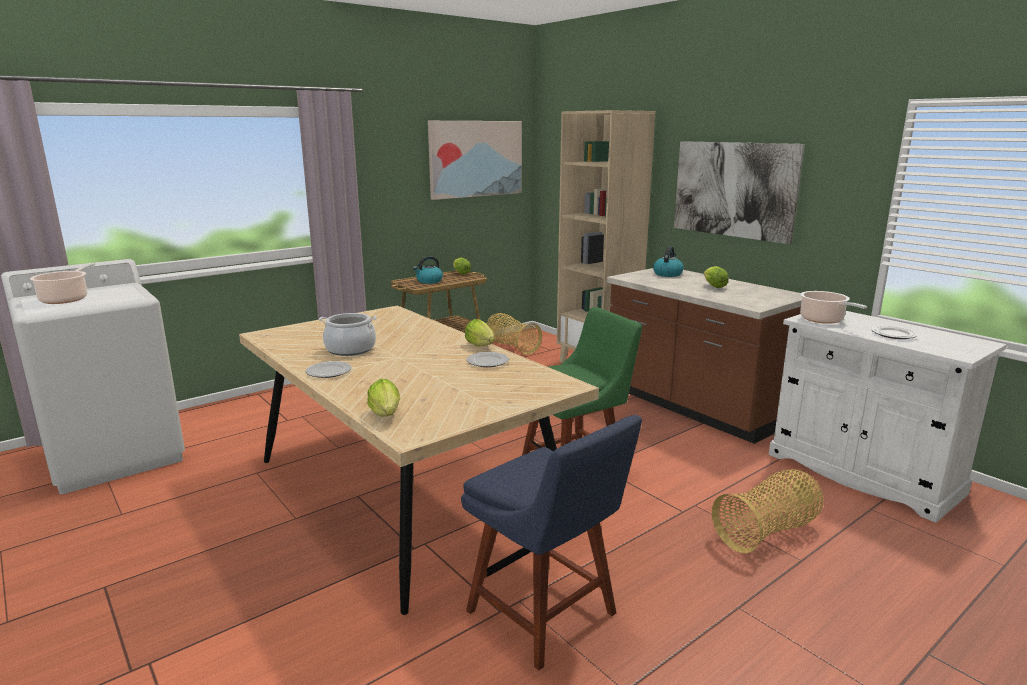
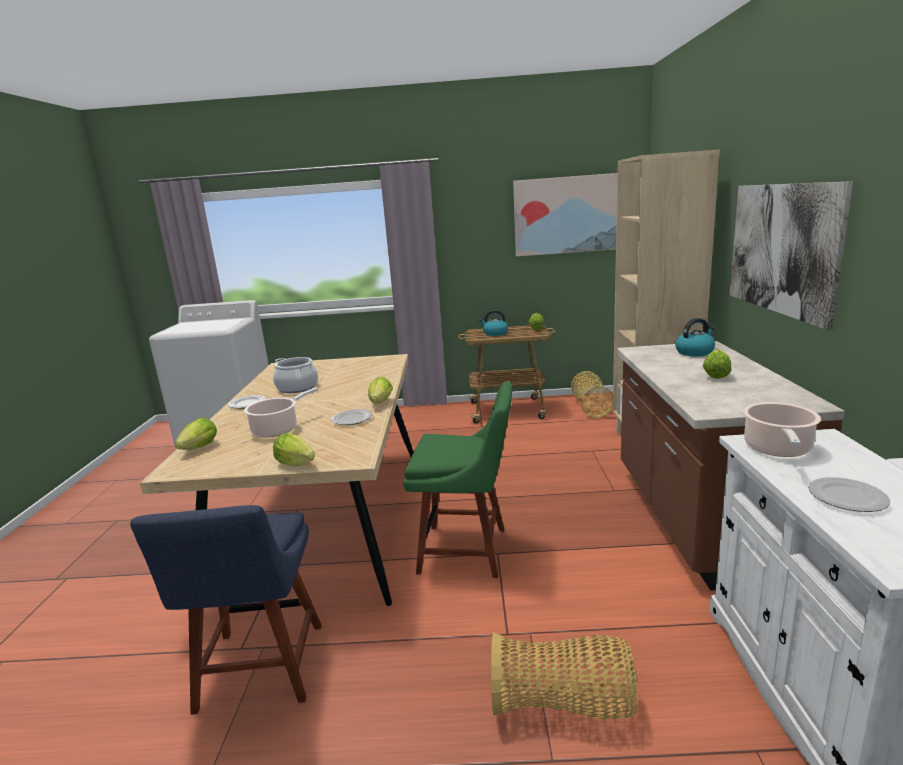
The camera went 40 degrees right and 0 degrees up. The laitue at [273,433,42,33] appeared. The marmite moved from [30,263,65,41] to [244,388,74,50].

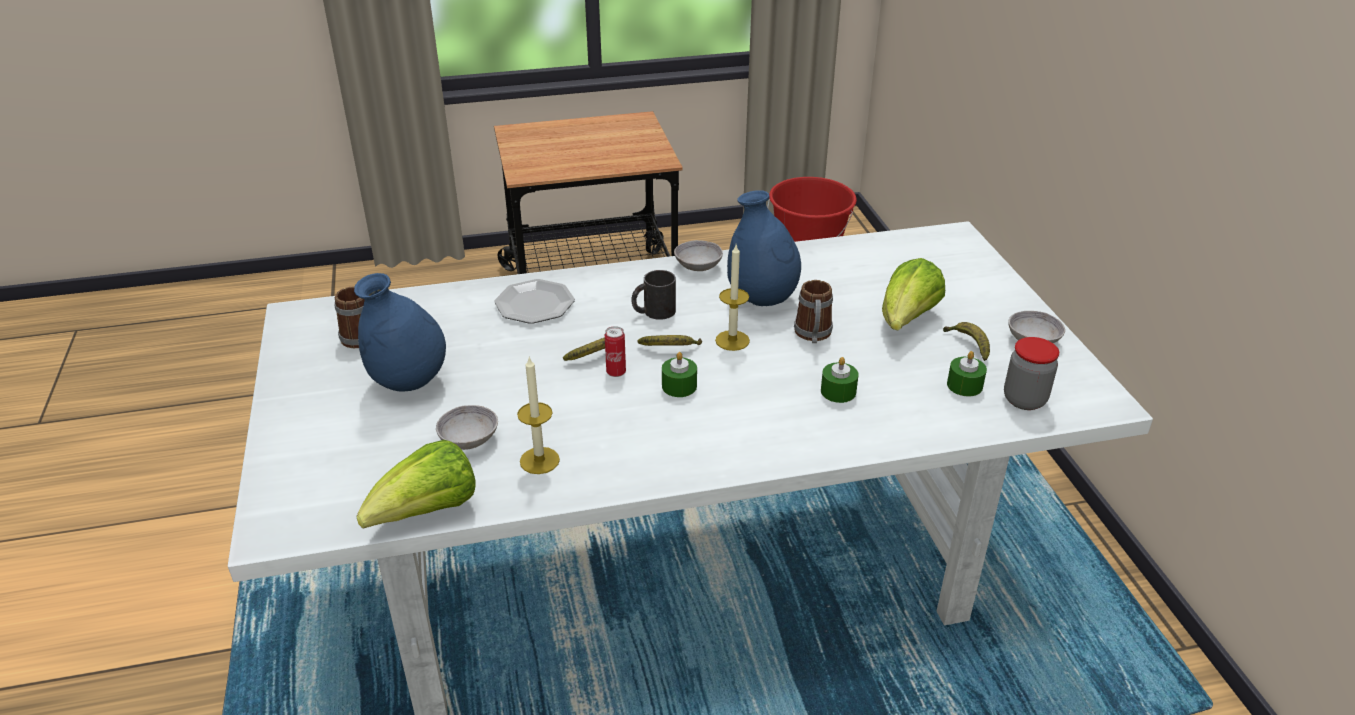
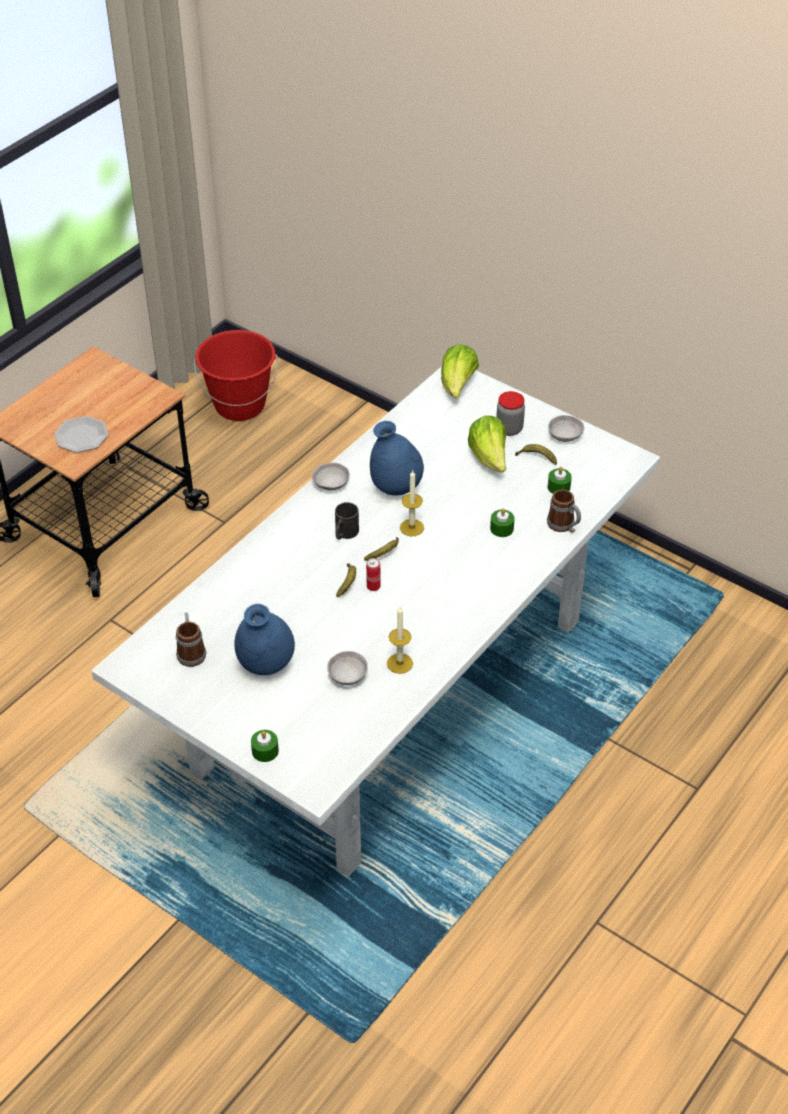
The camera went 40 degrees left and 10 degrees up. The laitue moved from [356,440,120,88] to [441,344,38,54]. The assiette moved from [494,279,81,45] to [54,416,55,37]. The bougie (vert) moved from [662,352,35,45] to [251,730,28,32]. The mug moved from [794,280,39,63] to [547,490,34,43]. The bocal moved from [1004,337,55,73] to [496,391,29,45].

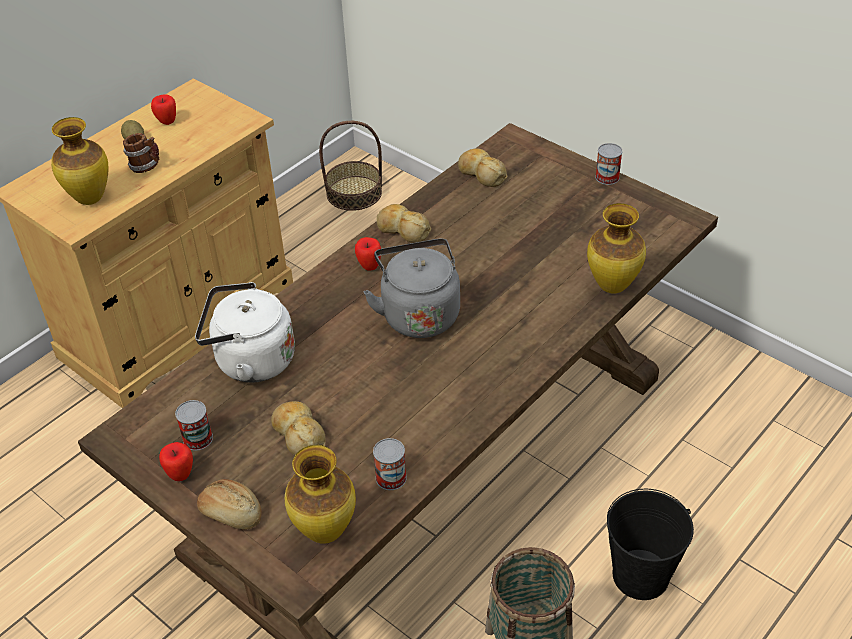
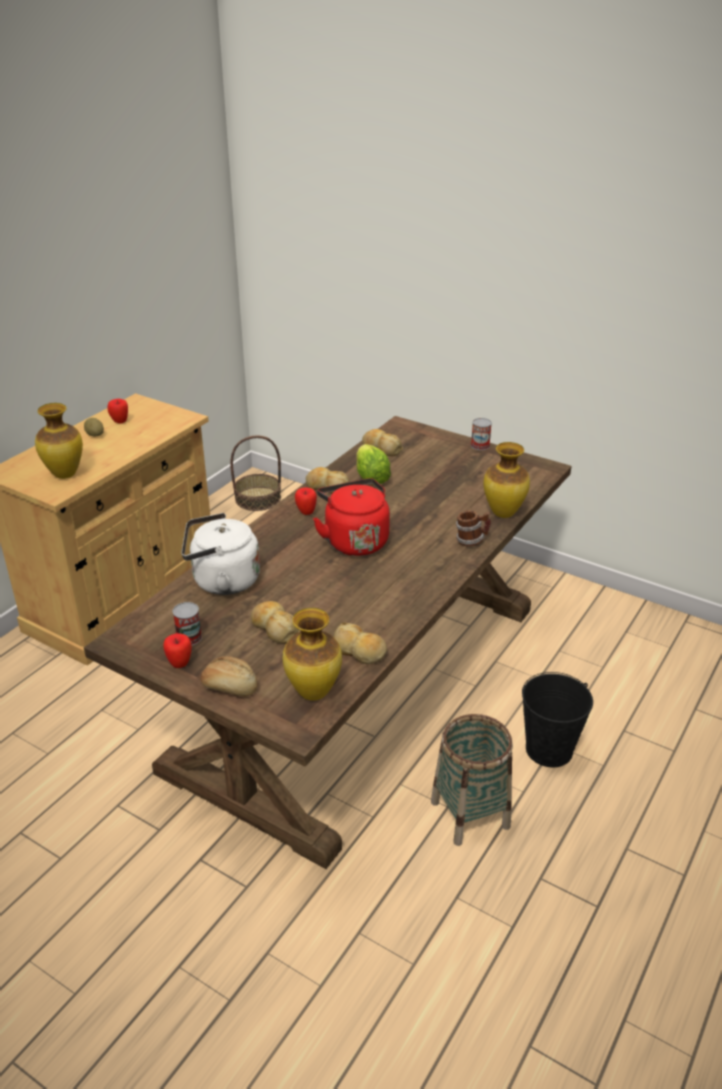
The camera went 10 degrees left and 10 degrees down. The laitue at [356,444,35,41] appeared. The mug moved from [123,133,37,40] to [456,510,35,36]. The boîte métallique at [373,438,34,52] was replaced by the pain at [334,622,53,42]. The bouilloire (gris) at [363,239,97,99] became the bouilloire (rouge) at [313,479,77,77].

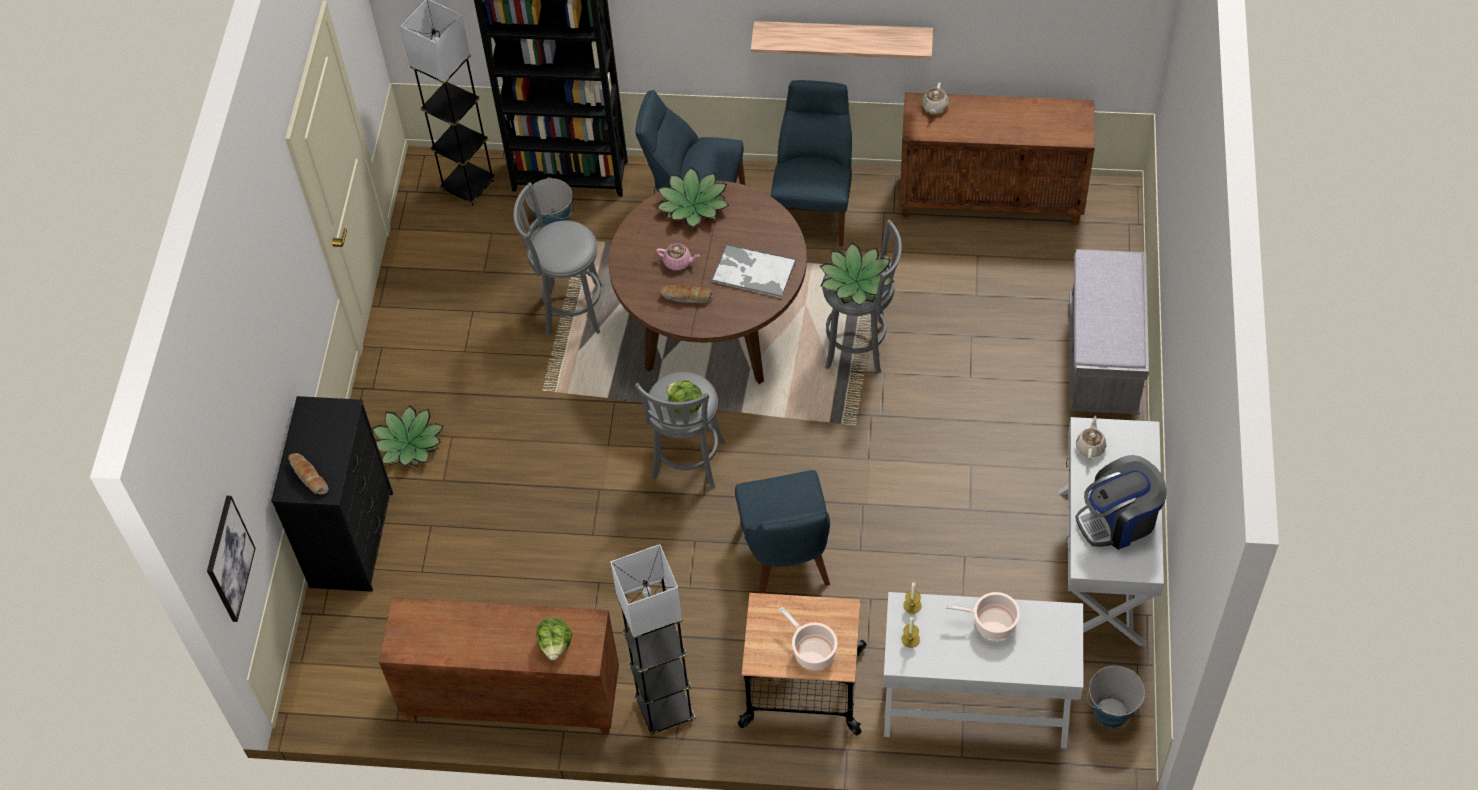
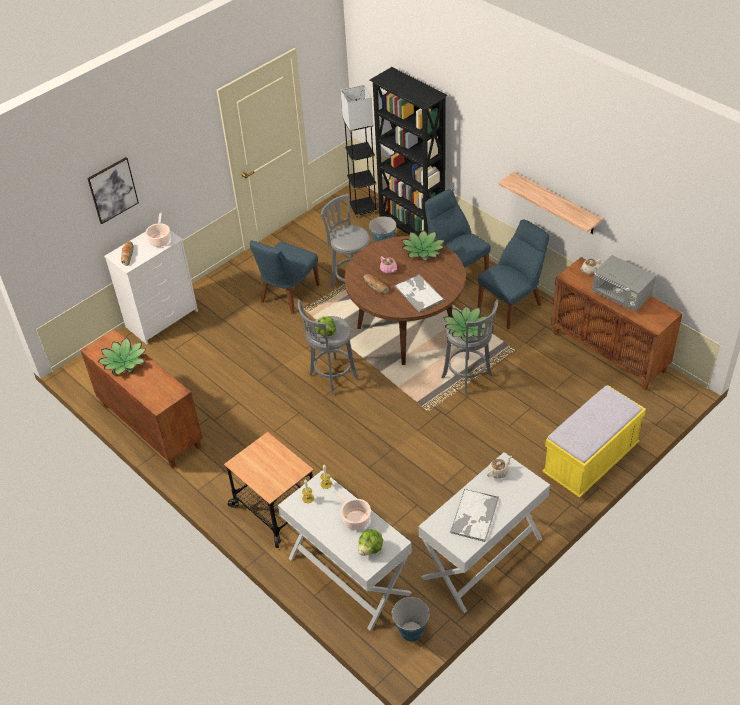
The camera went 40 degrees right and 10 degrees down. The lampadaire (gris) at [610,544,85,191] disappeared. The micro-ondes (gris) at [592,255,64,57] appeared. The tableau moved from [207,496,49,126] to [87,157,52,67]. The plante en pot moved from [372,405,72,61] to [97,337,49,38]. The laitue moved from [537,618,35,42] to [358,529,25,26]. The chaise (bleu) moved from [735,470,95,124] to [249,240,71,74]. The marmite moved from [779,607,58,63] to [145,213,25,34]. The machine à café at [1075,455,91,95] was replaced by the plateau at [450,489,49,53]. The commode (noir) at [271,396,122,196] became the commode (blanc) at [104,230,94,114]. The banc (gris) at [1069,249,80,165] became the banc (jaune) at [542,385,104,113].

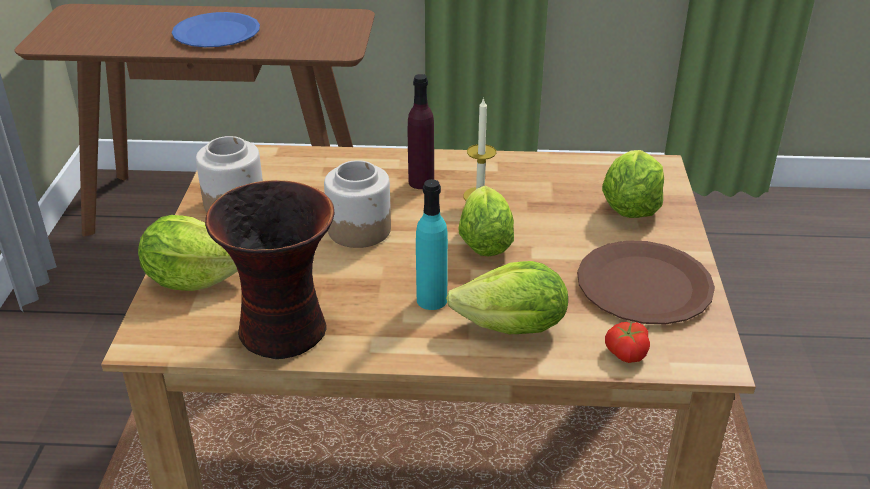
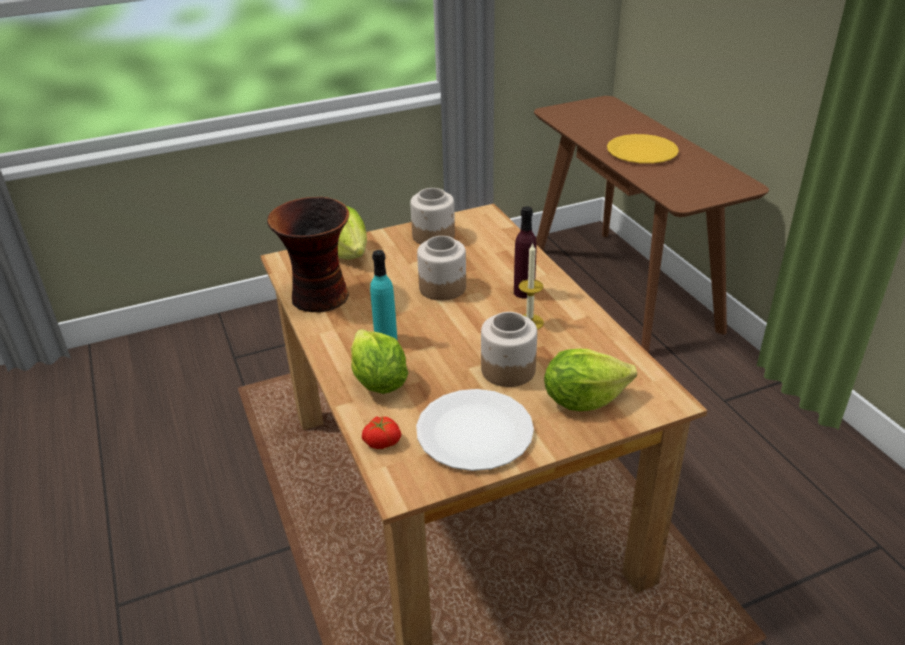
The camera went 65 degrees right and 0 degrees up. The laitue at [458,186,56,71] disappeared. The bocal at [481,312,56,75] appeared. The assiette (bleu) at [172,12,88,35] became the assiette (jaune) at [607,134,72,30]. The assiette (marron) at [577,240,138,84] became the assiette (blanc) at [416,389,118,82].

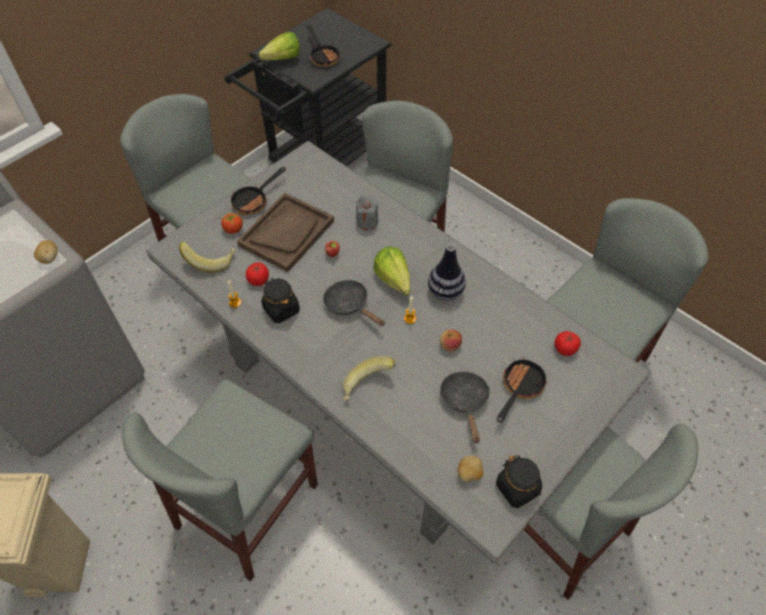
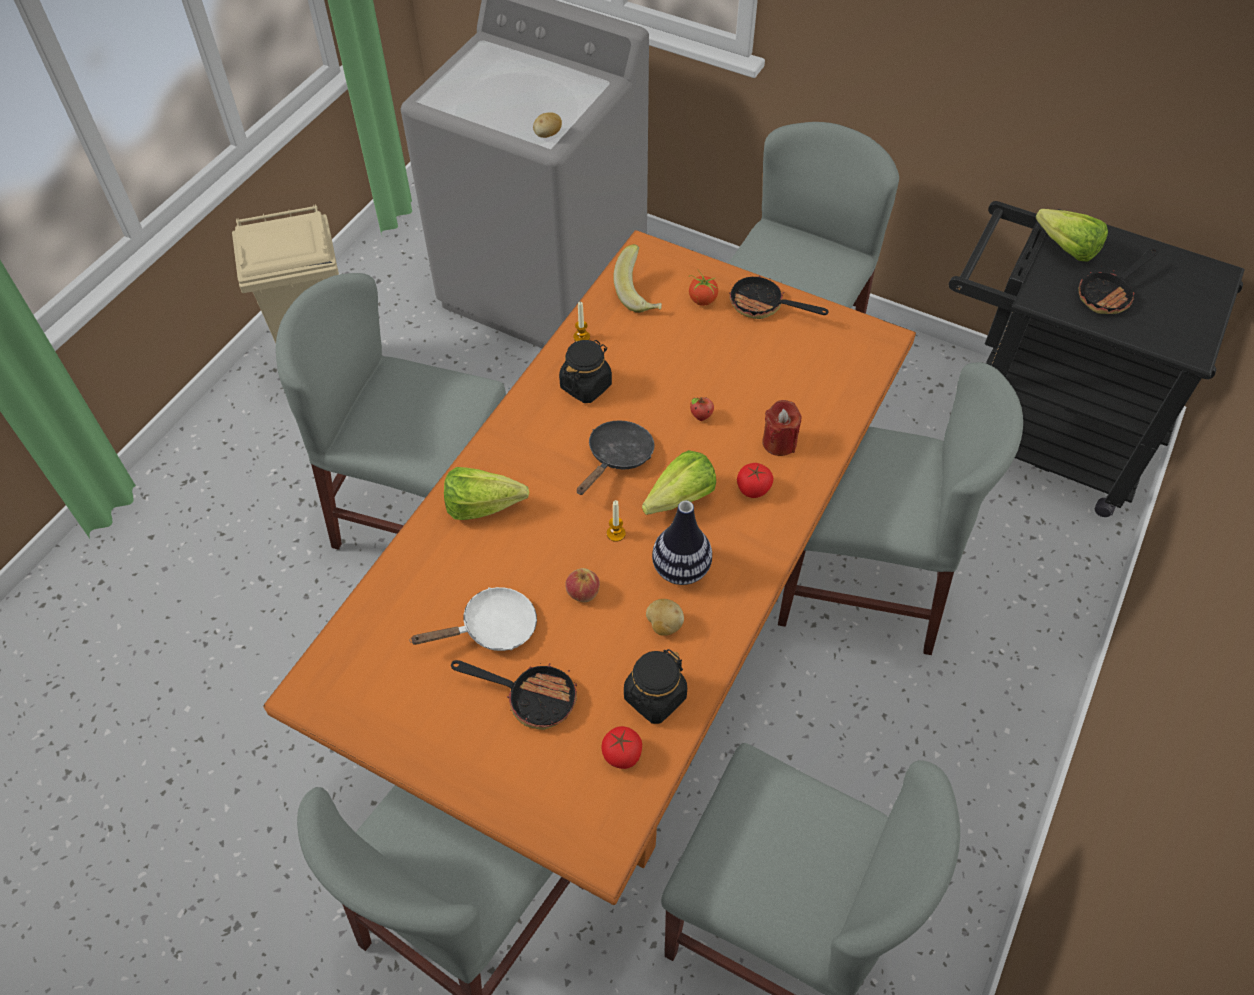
The camera went 75 degrees right and 0 degrees up. The plateau (marron) at [237,193,97,79] disappeared. The tomate moved from [246,262,23,24] to [737,463,36,35]. The pomme de terre moved from [458,456,25,26] to [646,599,38,37]. The bocal (noir) moved from [496,455,46,53] to [624,649,63,75]. The banane at [343,356,52,44] was replaced by the laitue at [444,467,86,53]. The table à manger (gris) at [146,141,505,423] became the table à manger (orange) at [263,230,653,675]. The bougie (gris) at [356,196,22,34] became the bougie (rouge) at [762,400,39,56]. The poêle (noir) at [440,371,50,73] became the poêle (blanc) at [409,587,128,64].

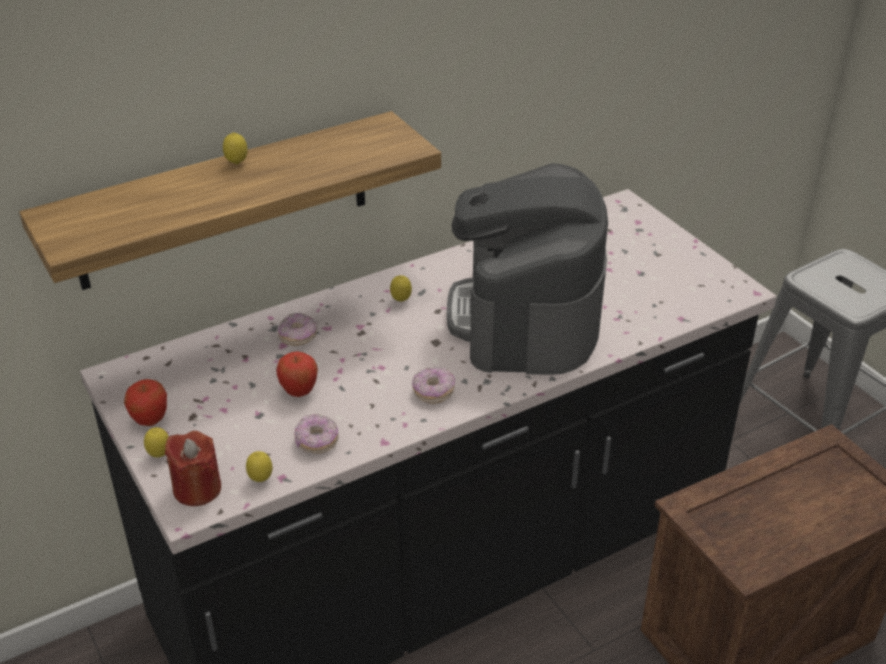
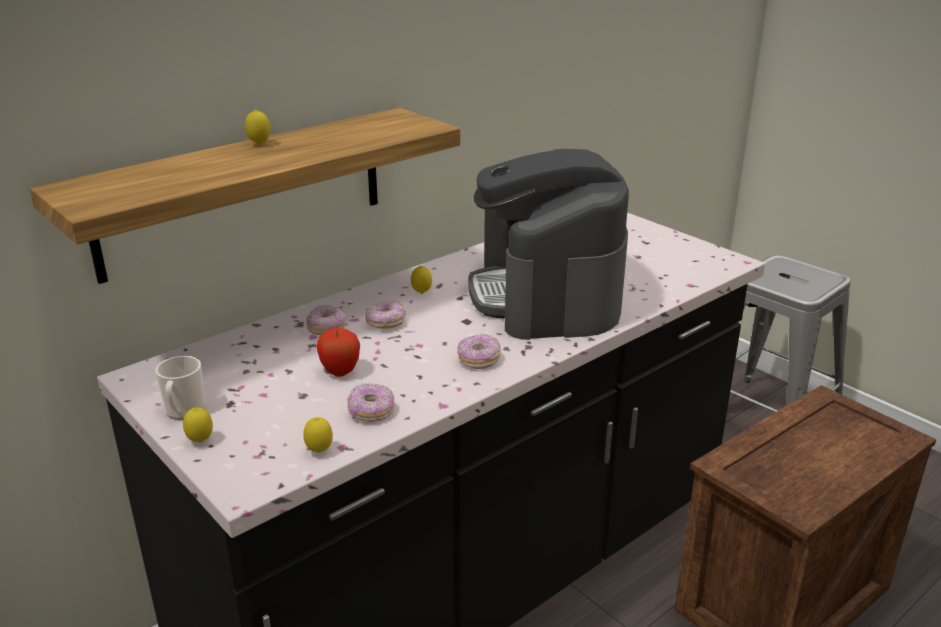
The camera went 10 degrees left and 10 degrees down. The bougie (rouge) at [165,431,56,75] disappeared. The beignet at [365,300,40,29] appeared. The pomme at [124,379,43,47] was replaced by the mug at [155,356,51,64].

